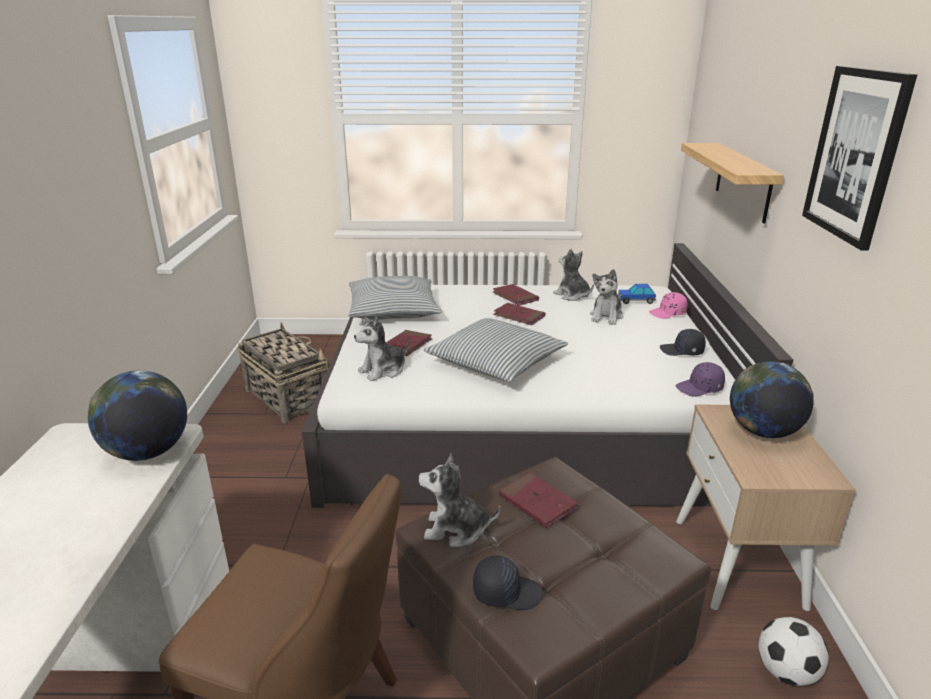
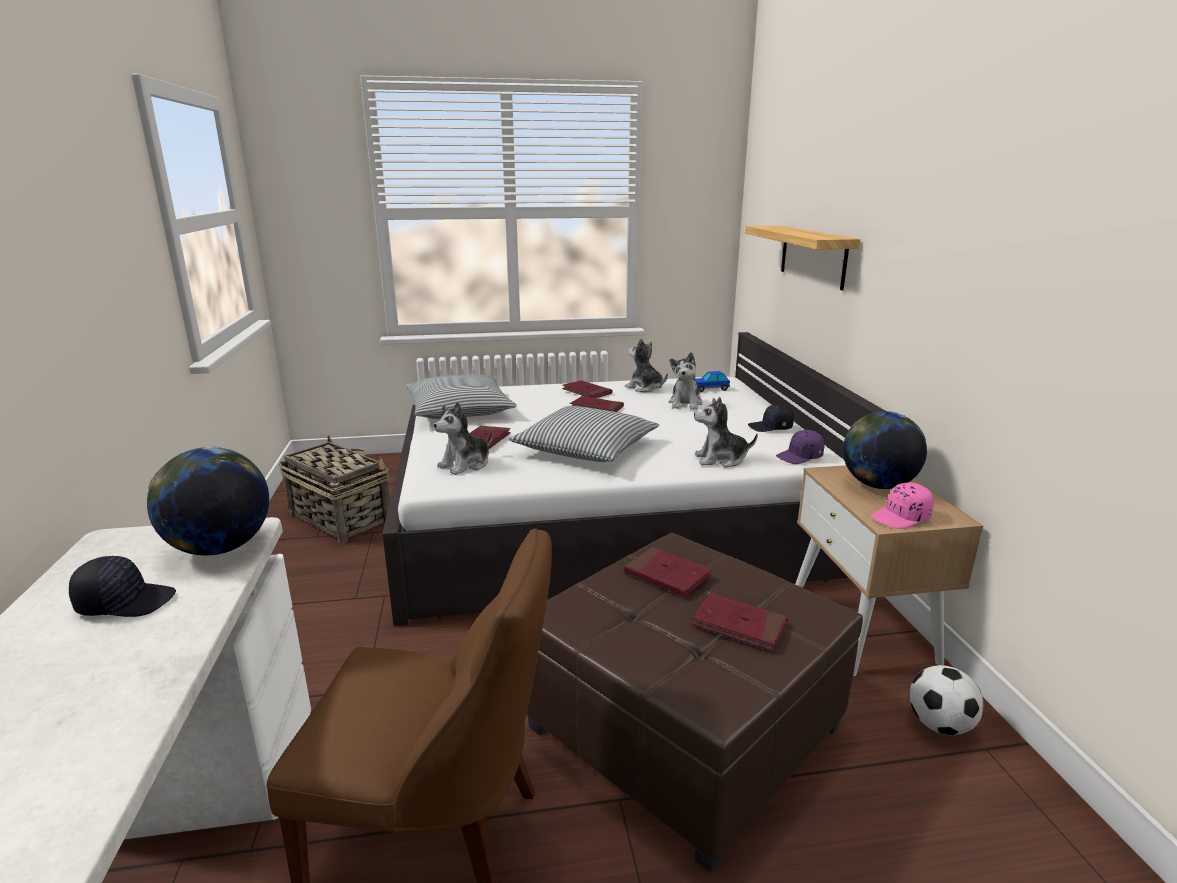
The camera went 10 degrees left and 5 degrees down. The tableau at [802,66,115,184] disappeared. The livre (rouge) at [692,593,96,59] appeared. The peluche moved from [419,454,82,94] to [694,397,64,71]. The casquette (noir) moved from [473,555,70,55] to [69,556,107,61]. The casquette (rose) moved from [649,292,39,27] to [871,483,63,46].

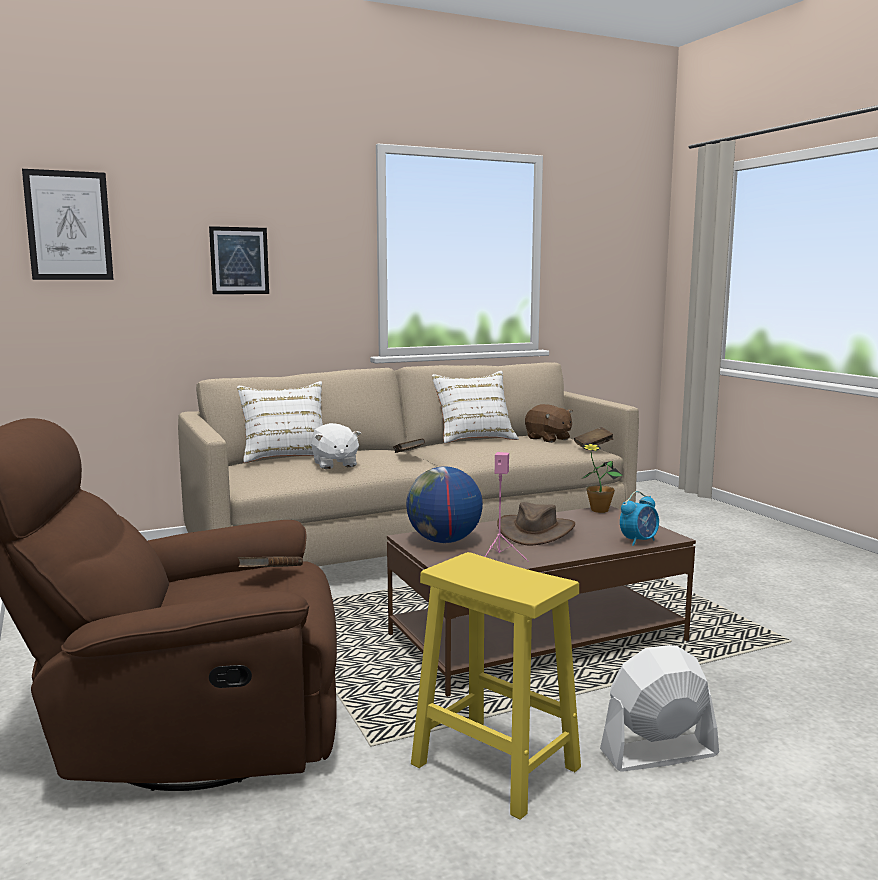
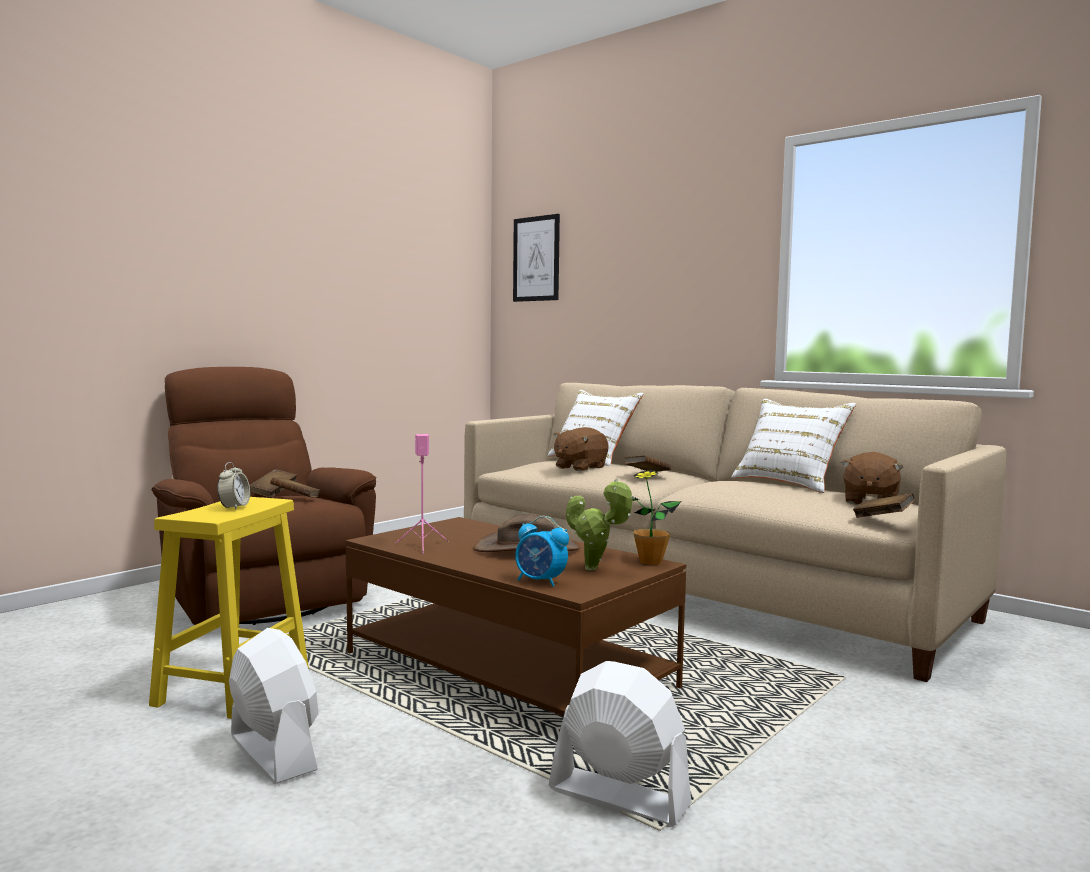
The camera went 65 degrees right and 5 degrees down. The tableau at [209,226,60,68] disappeared. The globe at [406,466,77,77] disappeared. The réveil at [217,462,33,48] appeared. The livre (marron) at [250,469,47,29] appeared. The ventilateur (blanc) at [549,661,143,166] appeared. The plante en pot at [566,479,68,91] appeared. The peluche (blanc) at [311,423,50,46] became the peluche (marron) at [553,427,56,44].

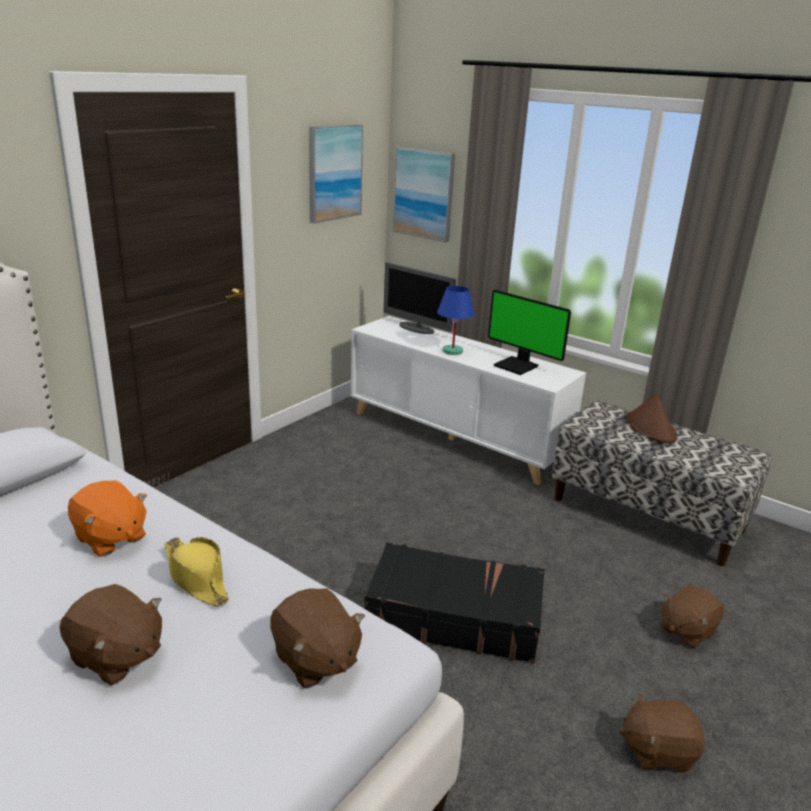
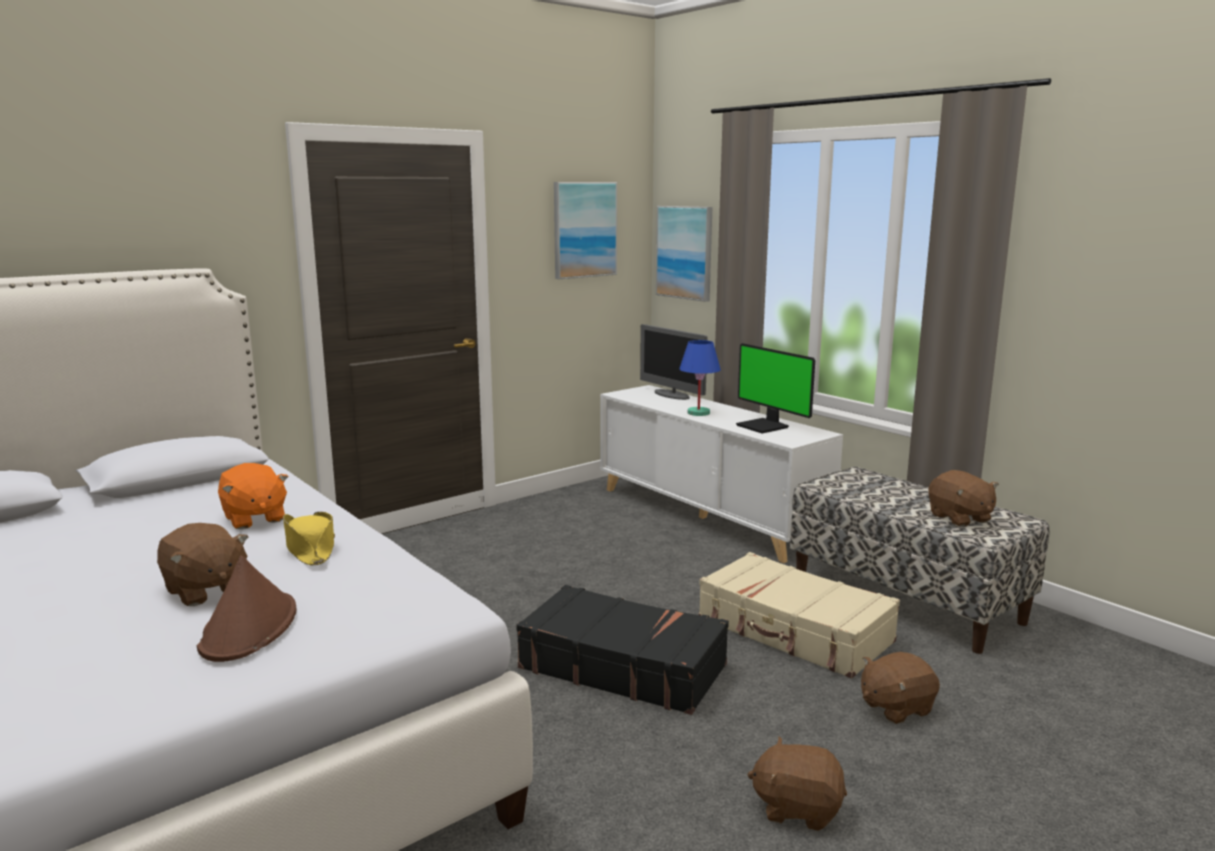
The camera went 15 degrees right and 10 degrees down. The valise (beige) at [699,552,201,126] appeared. The peluche (marron) moved from [270,588,95,100] to [928,470,71,57]. The chapeau (marron) moved from [626,392,52,51] to [197,555,99,107].

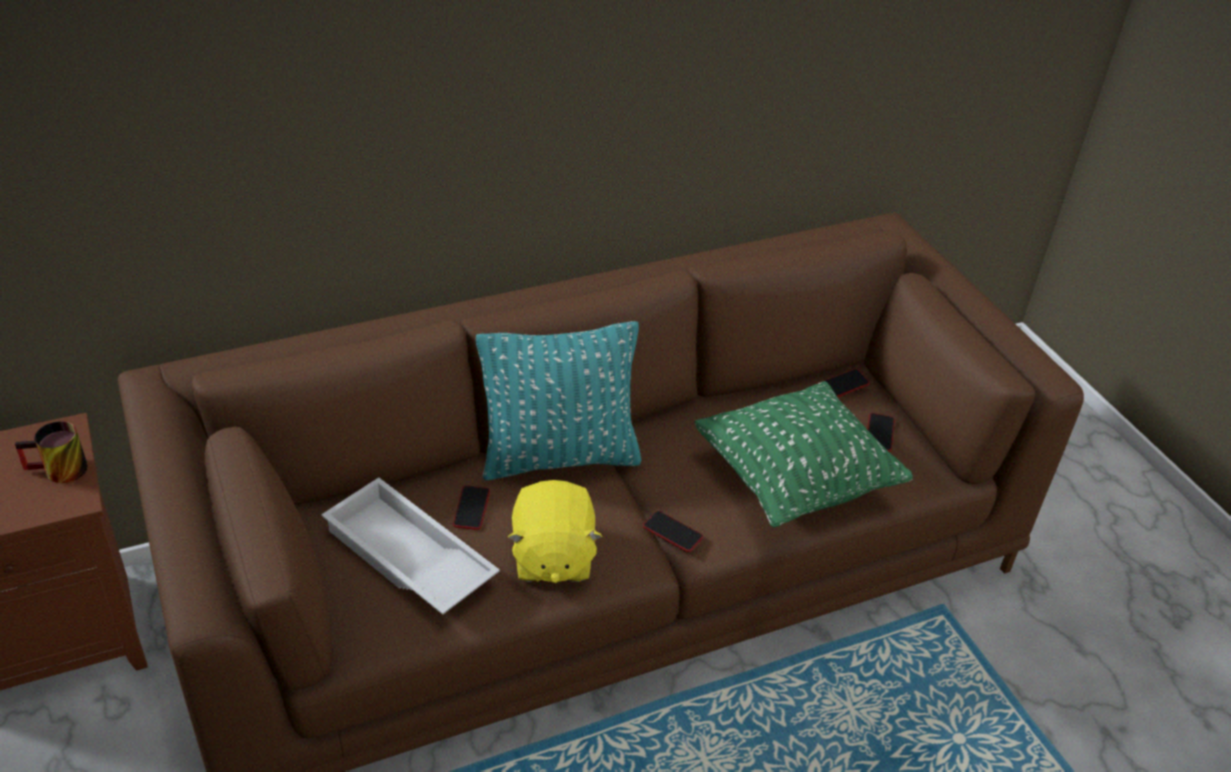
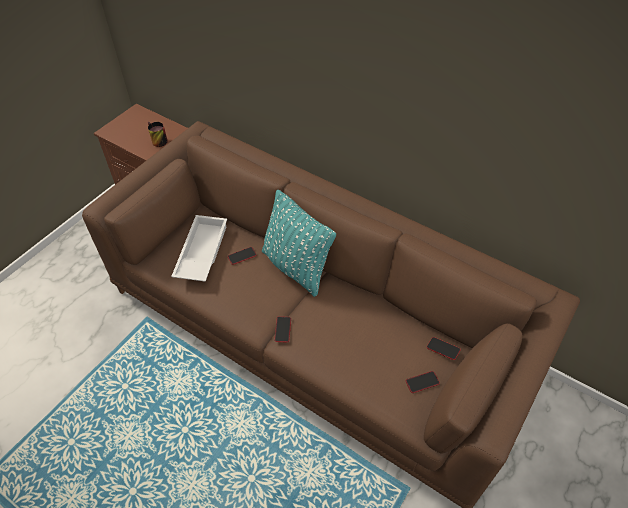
The camera went 60 degrees right and 10 degrees up. The peluche (jaune) at [508,480,94,103] disappeared. The coussin (vert) at [694,381,219,147] disappeared.

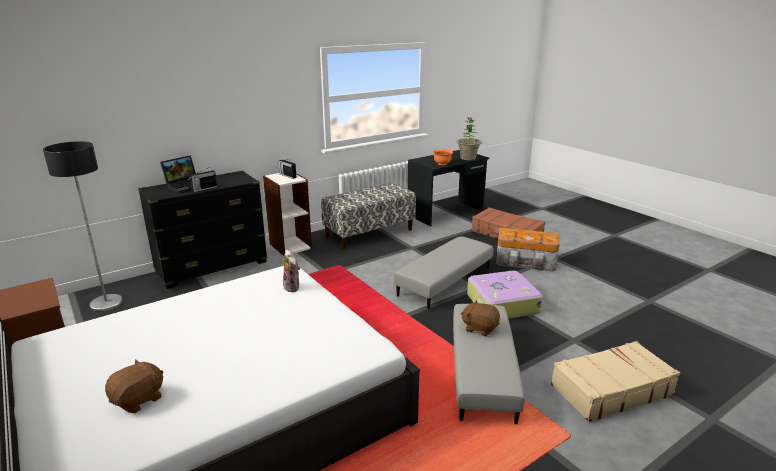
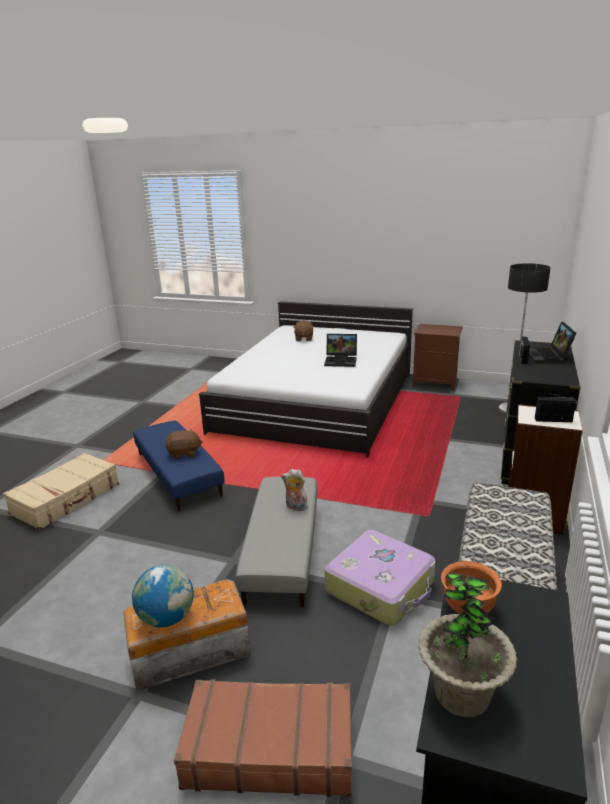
The camera went 145 degrees right and 0 degrees up. The globe at [132,565,61,62] appeared. The ordinateur portable at [324,334,33,33] appeared. The peluche moved from [283,250,17,42] to [281,469,29,42]. The valise moved from [467,271,76,48] to [325,530,111,96]. The pouf (gris) at [453,304,72,120] became the pouf (bleu) at [133,421,92,90].

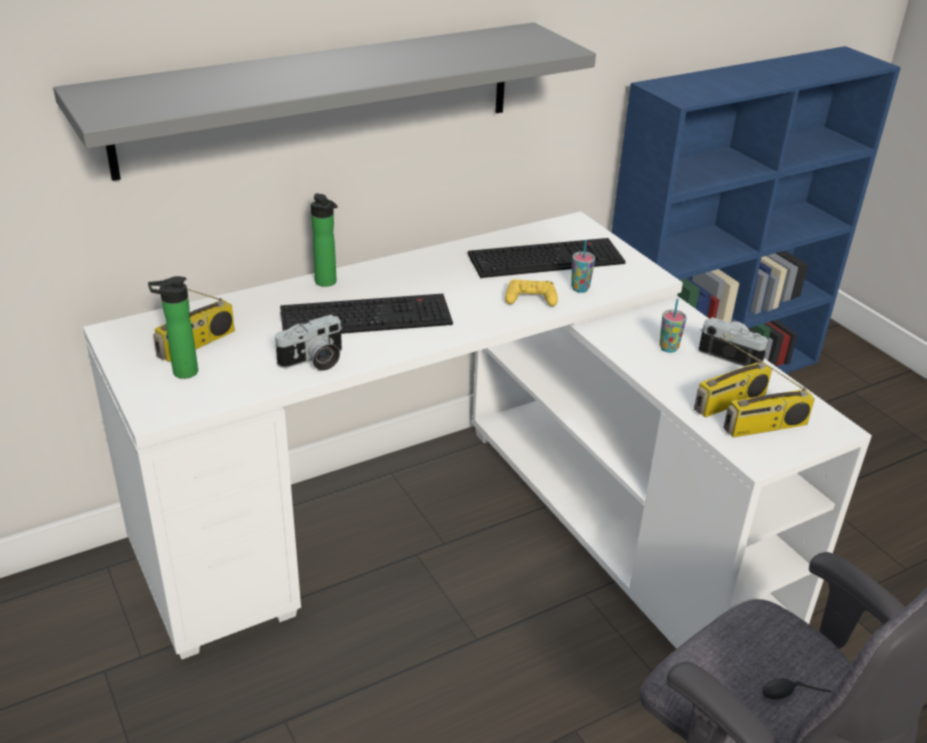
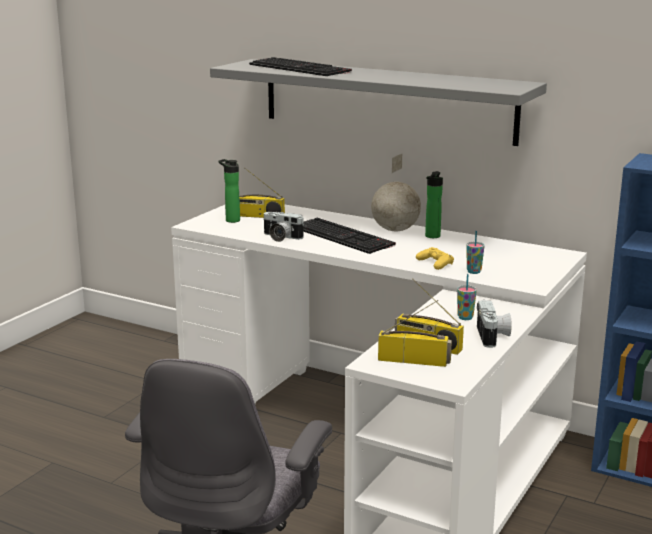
The camera went 60 degrees right and 15 degrees down. The globe at [371,154,50,77] appeared. The bouteille moved from [311,193,27,94] to [425,171,18,67]. The clavier moved from [468,238,158,40] to [249,57,103,19]. The radio at [723,357,92,80] turned 150 degrees clockwise.

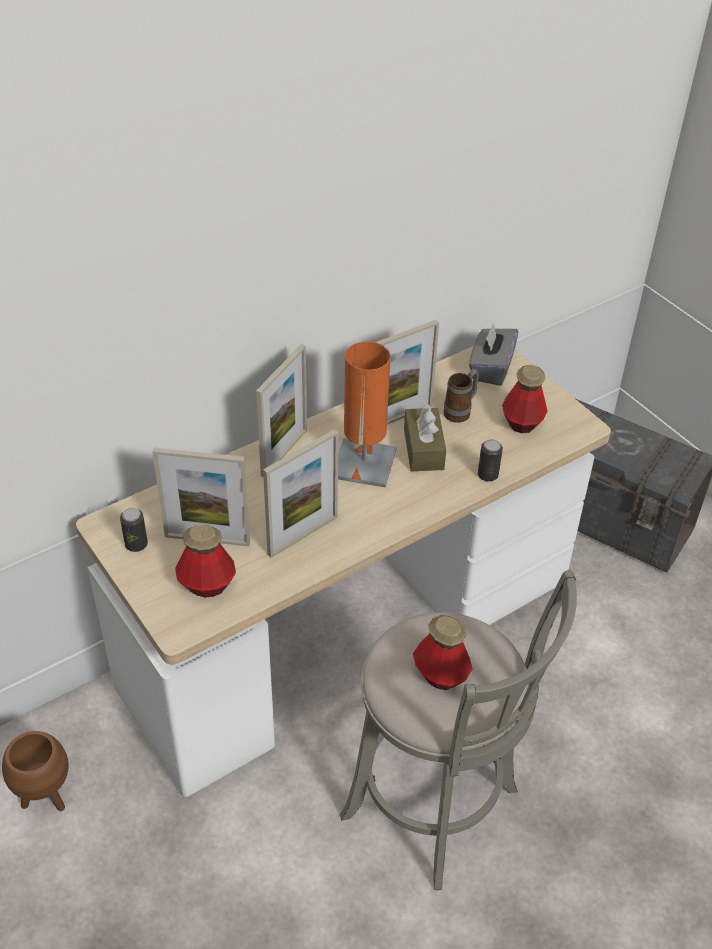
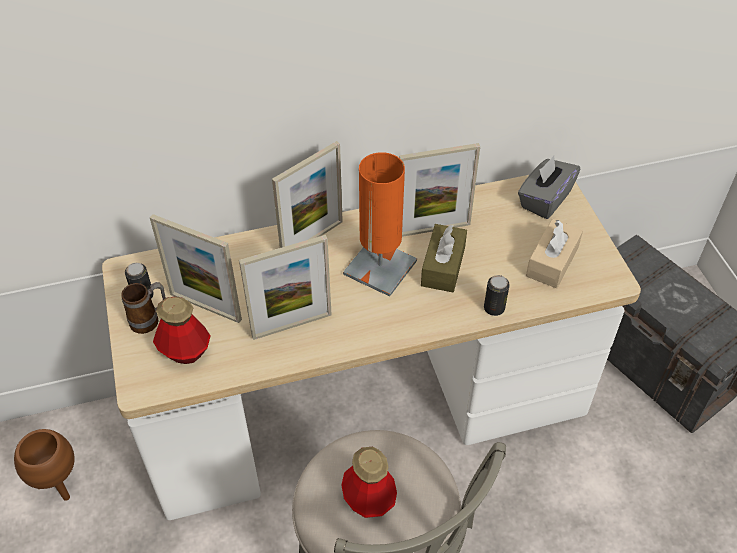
The camera went 20 degrees right and 5 degrees up. The mug moved from [444,369,35,54] to [121,282,45,52]. The bouteille at [502,365,46,68] was replaced by the boîte à mouchoirs (beige) at [526,219,57,69].

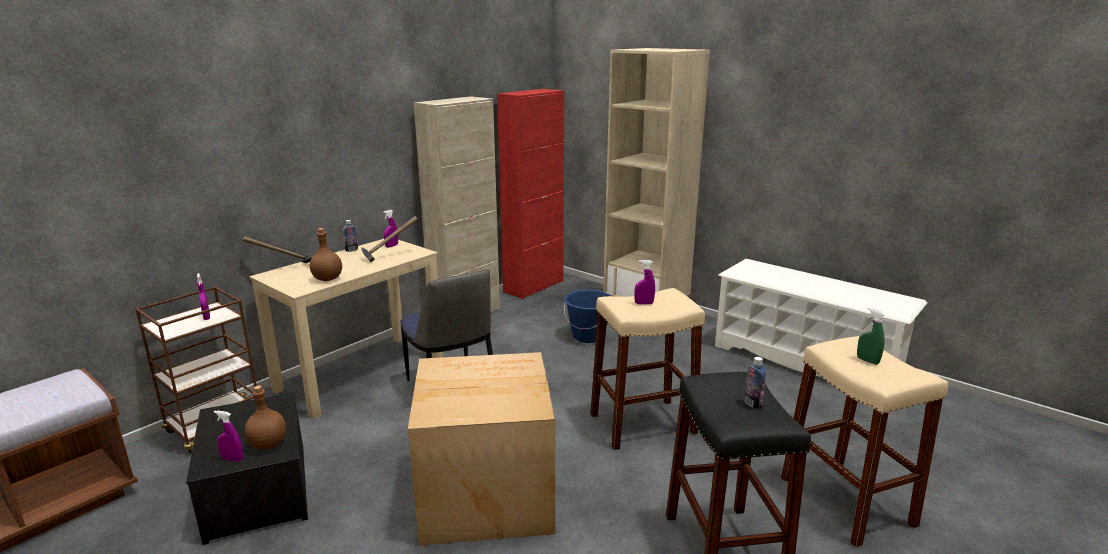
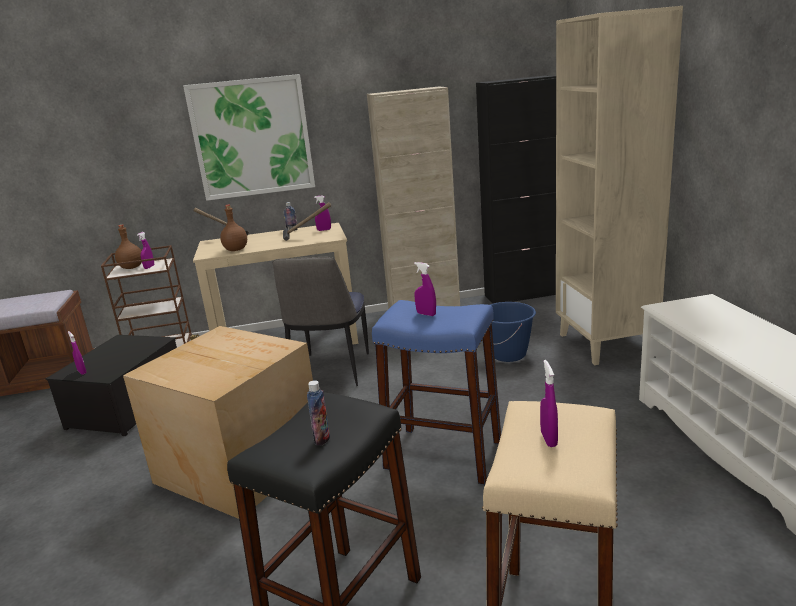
The camera went 40 degrees right and 0 degrees up. The tableau at [183,74,132,127] appeared. The bouteille (marron) moved from [245,385,41,65] to [115,225,27,44]. The meuble de rangement (rouge) at [497,89,67,210] became the meuble de rangement (noir) at [476,76,80,228]. The tabouret (beige) at [590,288,115,162] became the tabouret (bleu) at [372,300,129,185]. The vaporisateur (vert) at [857,307,29,58] became the vaporisateur (violet) at [540,360,18,87].

